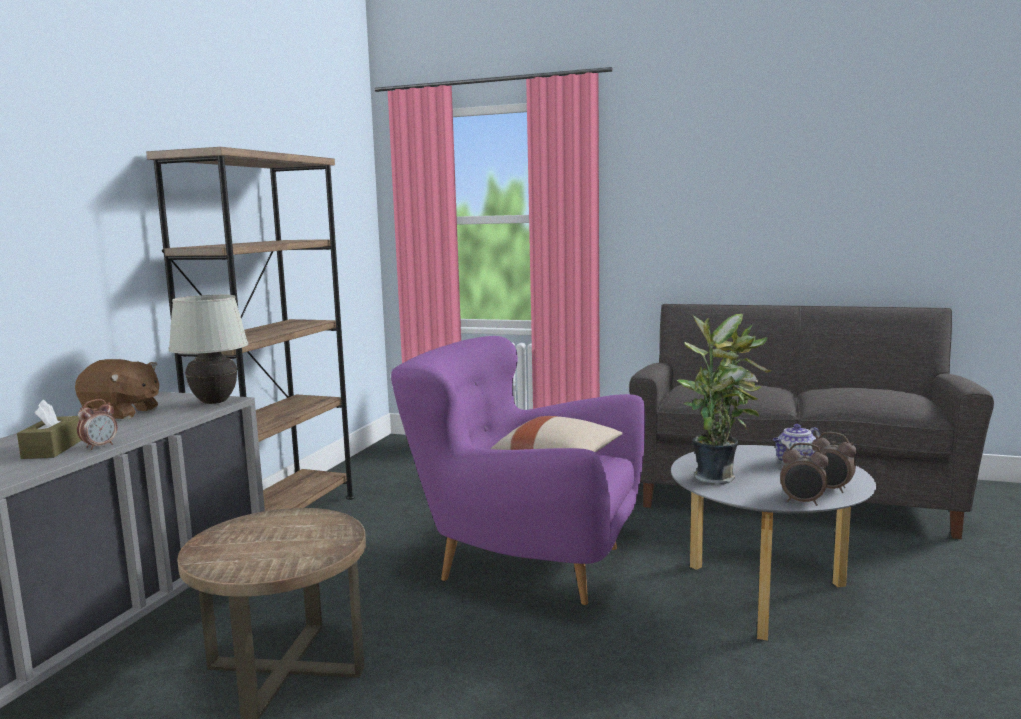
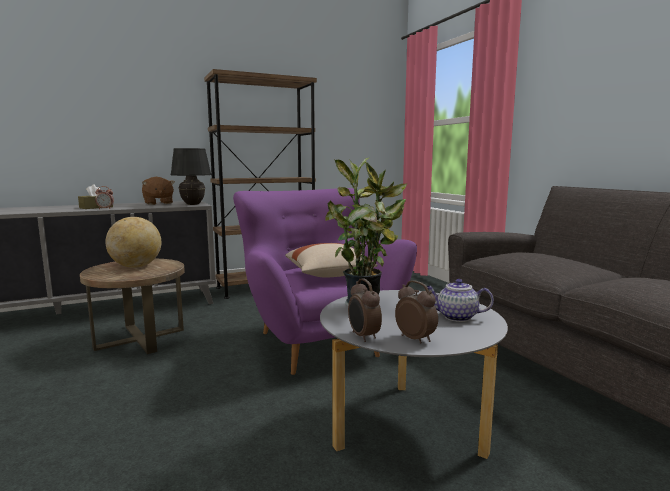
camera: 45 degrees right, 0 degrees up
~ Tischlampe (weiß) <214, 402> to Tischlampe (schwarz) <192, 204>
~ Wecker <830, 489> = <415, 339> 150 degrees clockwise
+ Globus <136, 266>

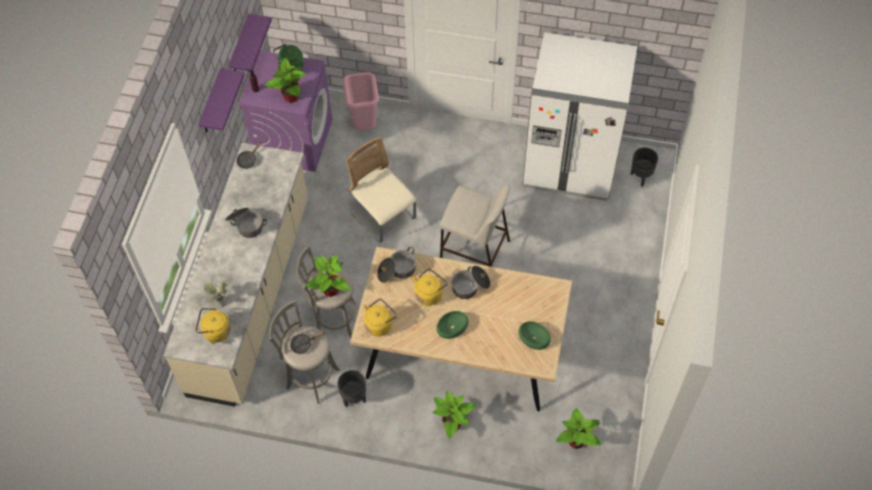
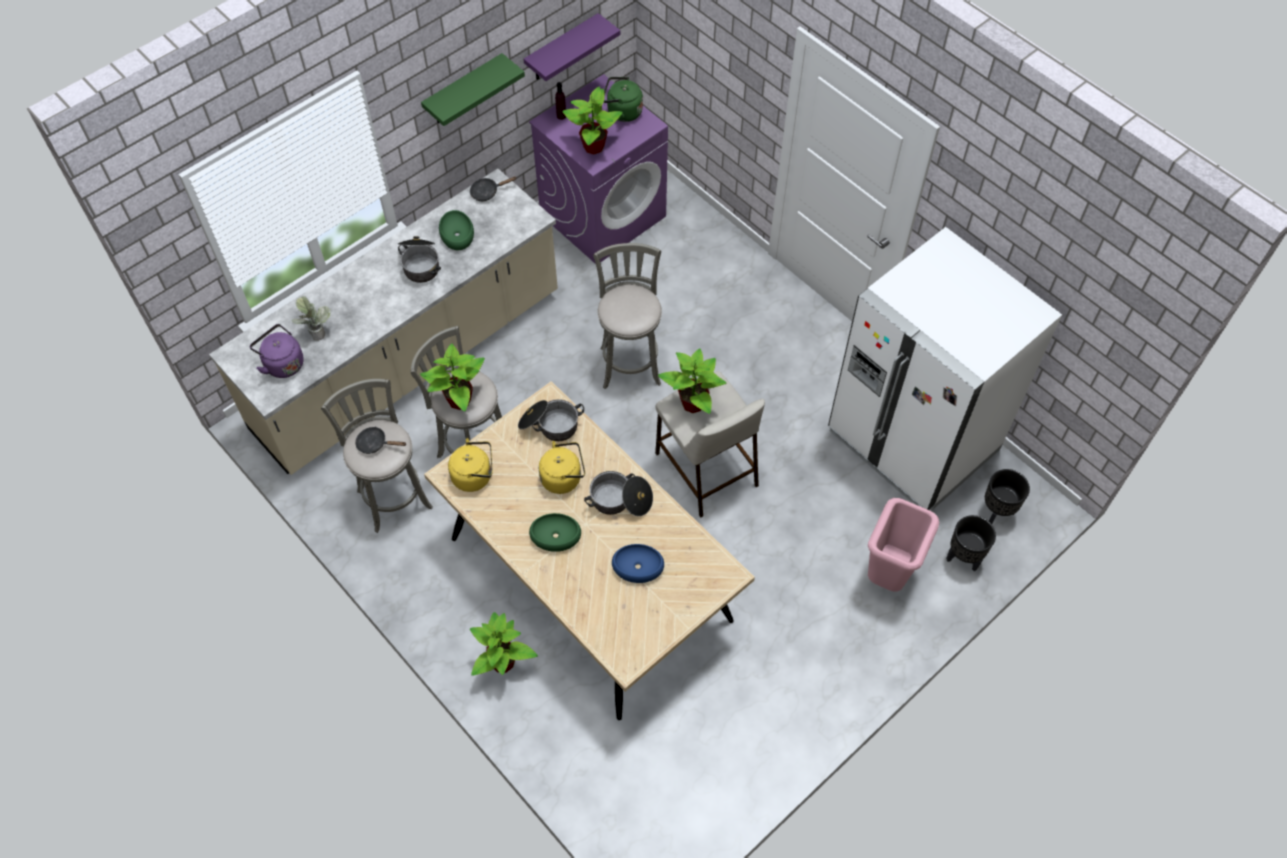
camera: 35 degrees right, 0 degrees up
~ Wandregal (lila) <211, 103> to Wandregal (grün) <464, 91>
~ Mülleimer (rosa) <364, 125> to <887, 576>
~ Stuhl (beige) <383, 216> to Hocker (grau) <630, 363>
~ Wasserkessel (gelb) <215, 332> to Wasserkessel (lila) <282, 363>
~ Schüssel (grün) <533, 338> to <456, 234>
~ Pflanzkübel (schwarz) <354, 399> to <963, 558>
~ Topfpflanze <576, 441> to <693, 404>
+ Schüssel (blau) <638, 566>

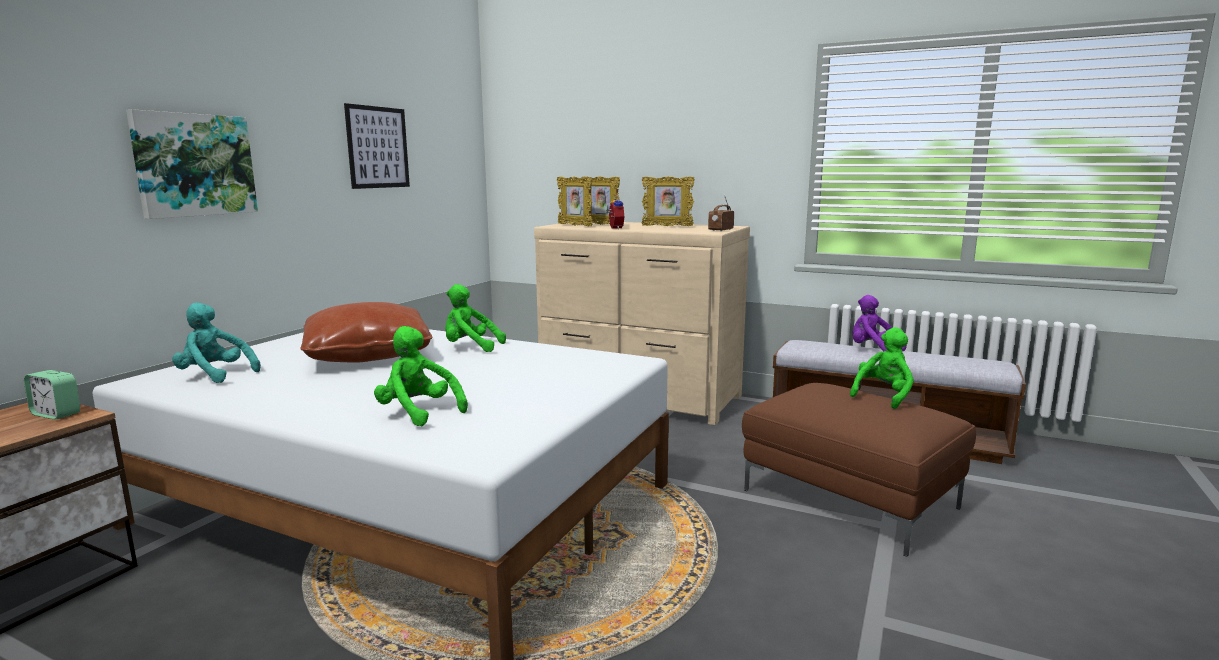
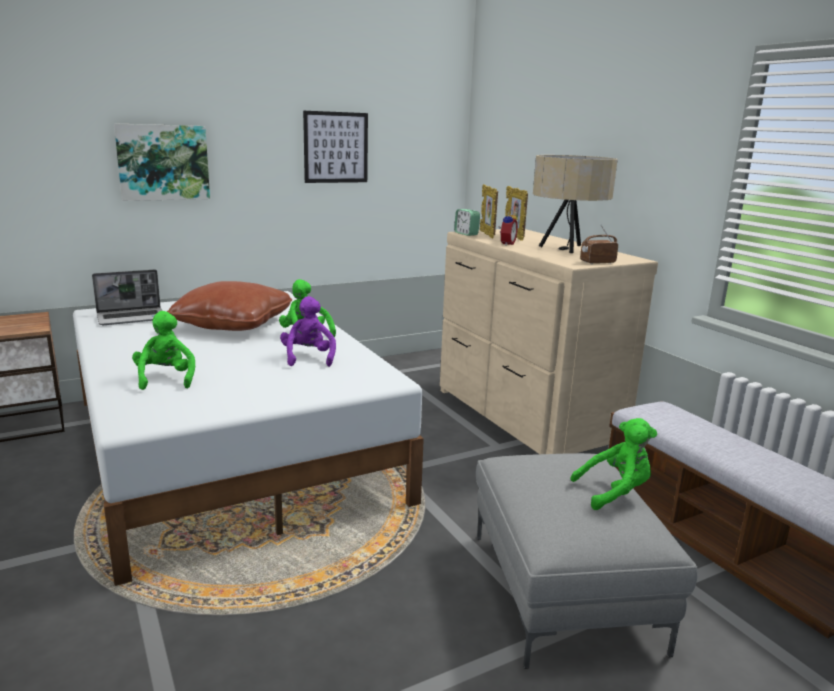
camera: 35 degrees right, 5 degrees up
~ Bilderrahmen <667, 226> to Tischlampe (beige) <566, 248>
~ Plüschtier (lila) <872, 350> to <308, 358>
~ Plüschtier (türkis) <215, 375> to Laptop <132, 317>
~ Wecker <56, 414> to <466, 234>
~ Polsterhocker (braun) <851, 499> to Polsterhocker (grau) <565, 591>

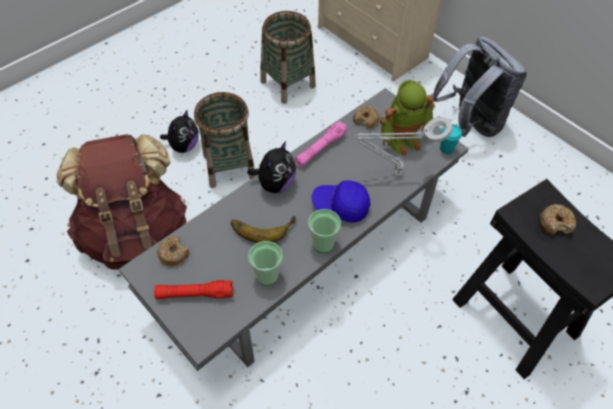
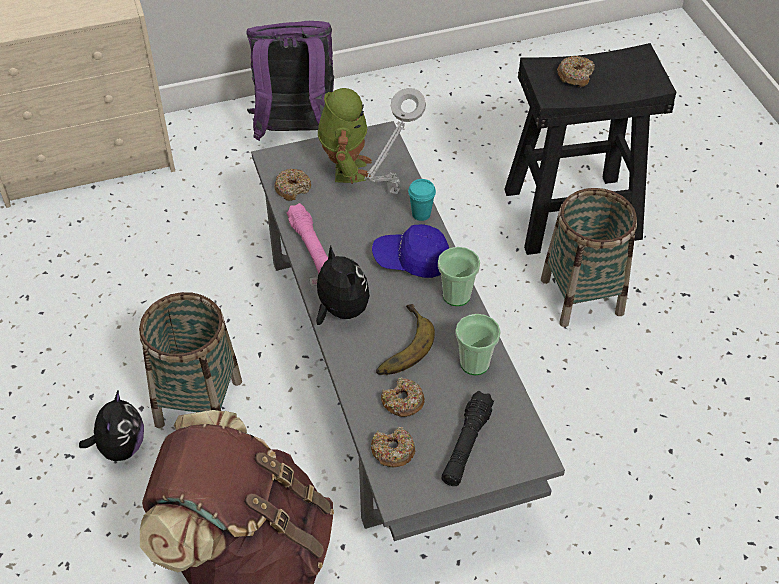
camera: 65 degrees left, 5 degrees down
~ Korb <288, 84> to <582, 296>
~ Rucksack (grau) <469, 123> to Rucksack (lila) <296, 133>
~ Plüschtier <184, 146> = <120, 447> 45 degrees clockwise
~ Tasse (türkis) <446, 149> to <421, 214>
~ Kappe (blau) <340, 206> = <411, 260> 60 degrees clockwise
~ Taschenlampe (rot) <195, 294> to Taschenlampe (schwarz) <466, 445>
+ Donut <402, 402>

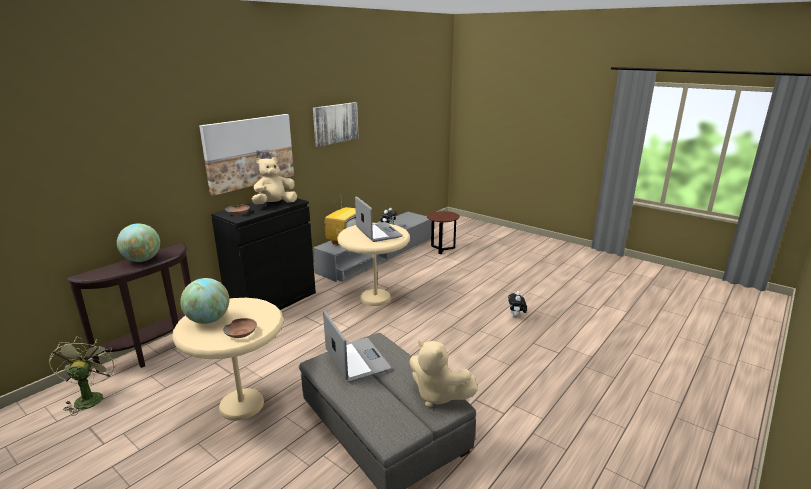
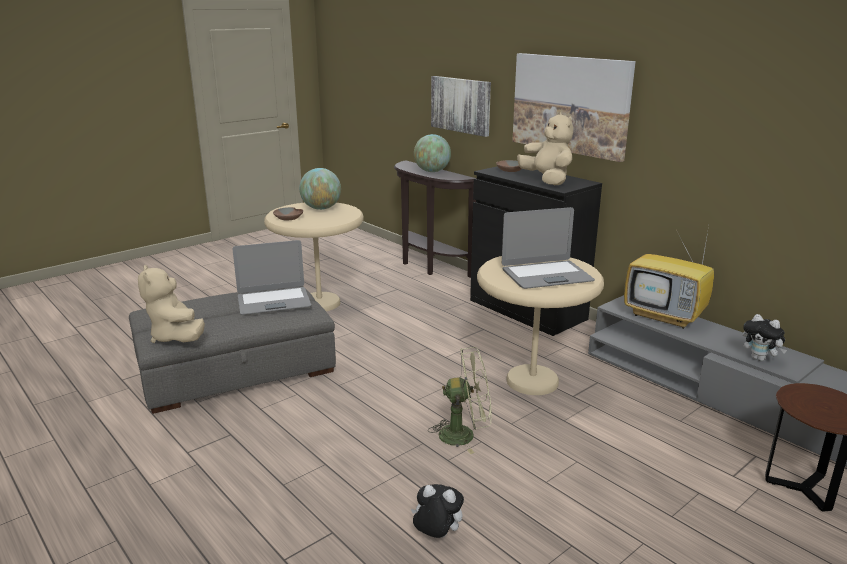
camera: 100 degrees right, 0 degrees up
~ Bild <335, 123> to <461, 105>
~ Ventilator (grün) <89, 397> to <464, 434>
~ Plüschtier (beige) <438, 395> = <176, 337> 75 degrees counterclockwise

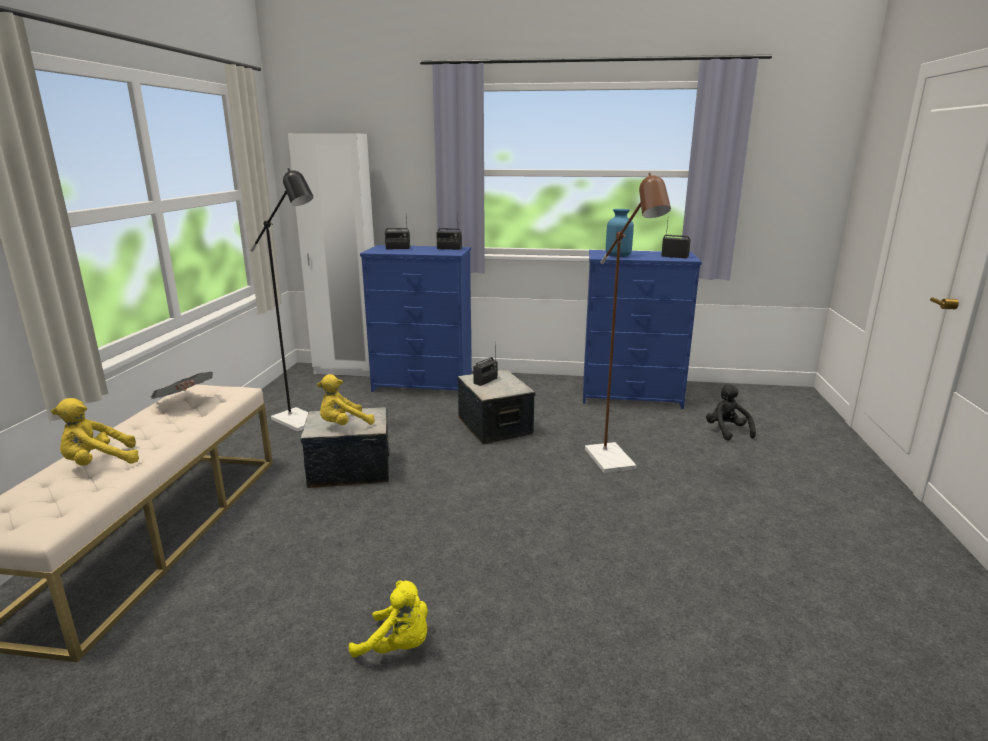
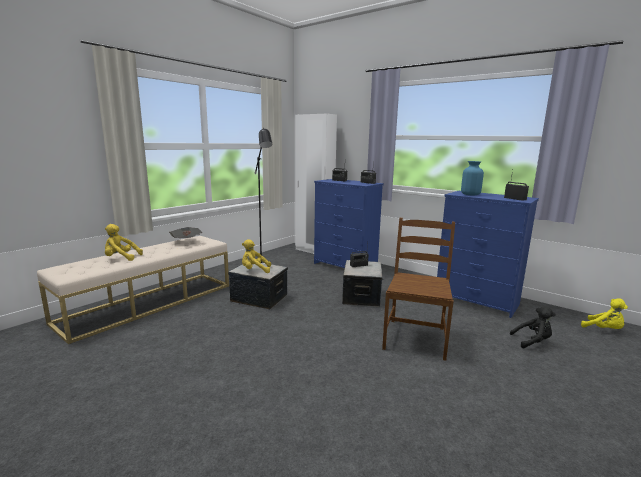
camera: 30 degrees right, 5 degrees down
~ Stehlampe (braun) <614, 464> to Stuhl (braun) <415, 338>
~ Plüschtier (schwarz) <727, 431> = <532, 341> 75 degrees clockwise
~ Plüschtier (gelb) <398, 647> to <604, 329>

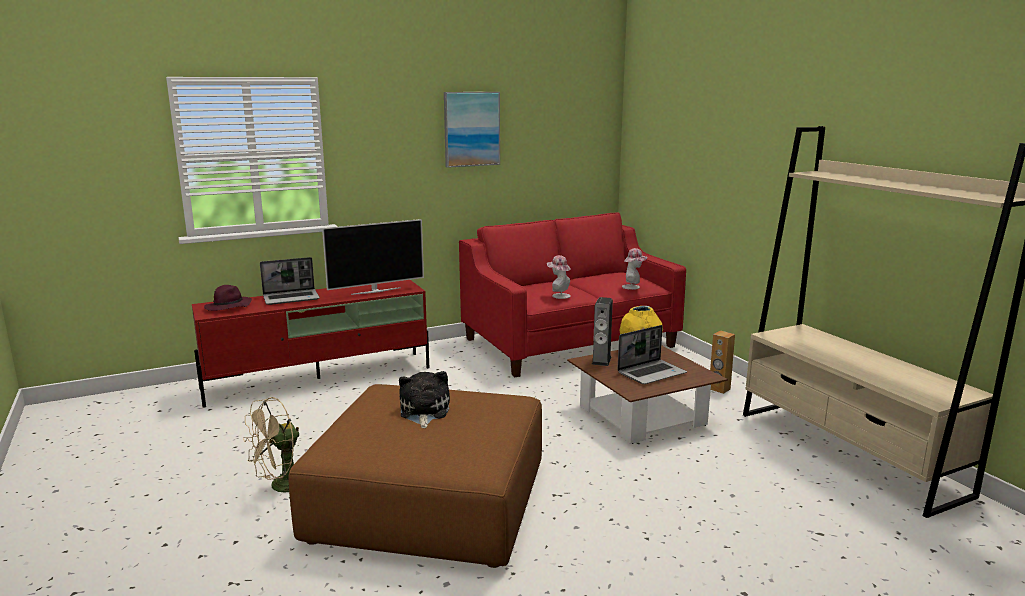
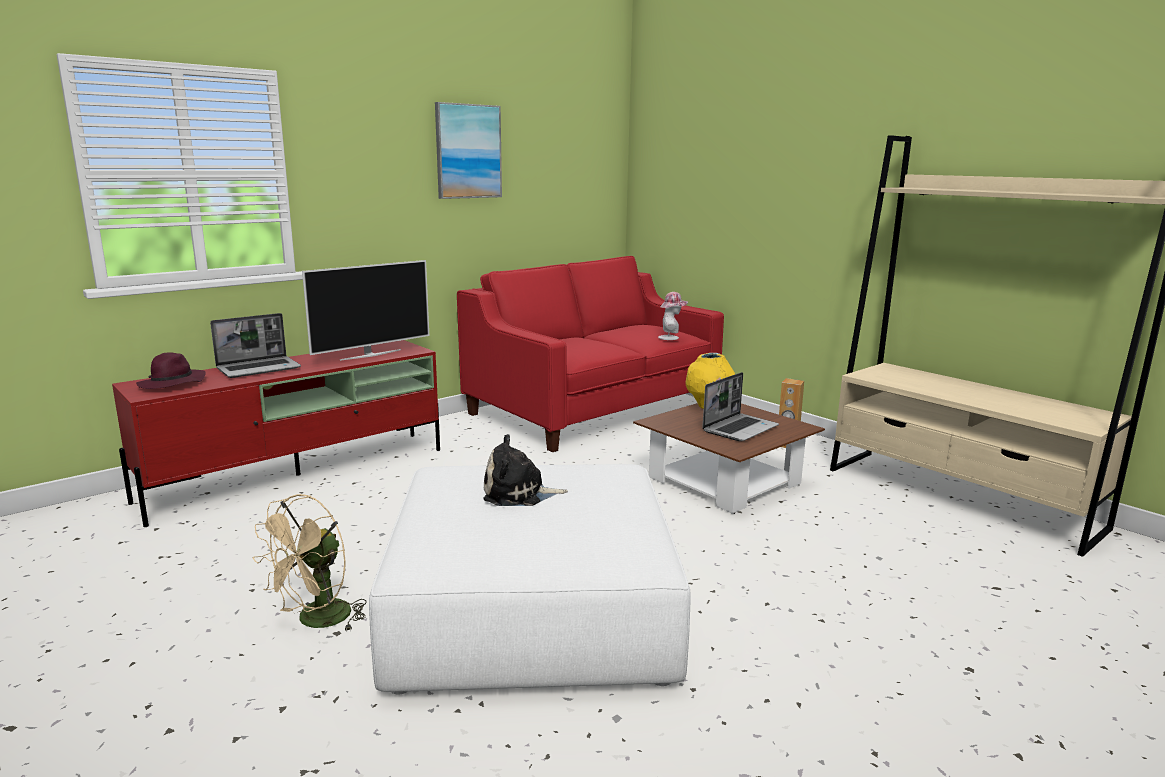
camera: 15 degrees left, 0 degrees up
- Hut <558, 295>
- Lautsprecher <601, 360>
~ Plüschtier <423, 412> = <519, 493> 75 degrees counterclockwise
~ Polsterhocker (braun) <428, 501> to Polsterhocker (weiß) <531, 612>

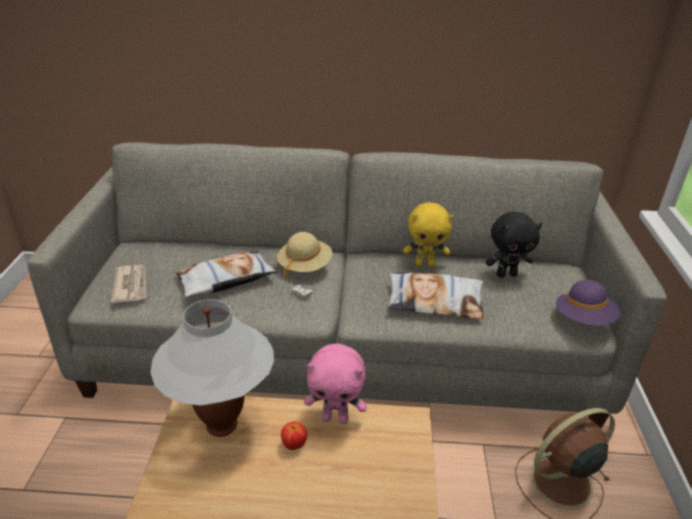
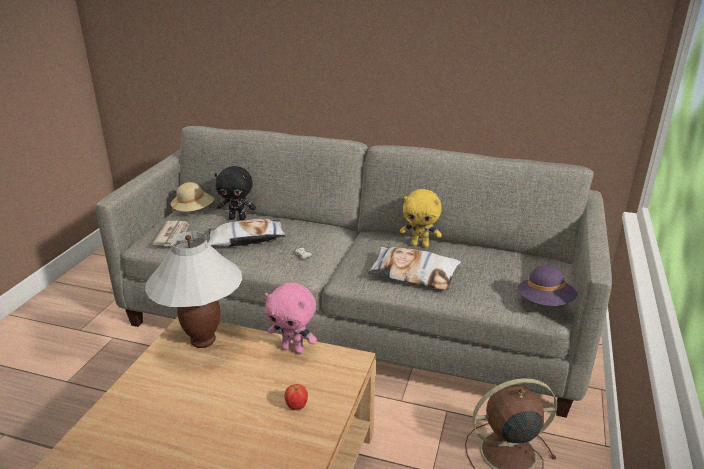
camera: 15 degrees right, 5 degrees down
~ Plüschtier (schwarz) <506, 274> to <238, 218>
~ Hut (beige) <304, 266> to <194, 210>
~ Apfel <294, 445> to <296, 406>

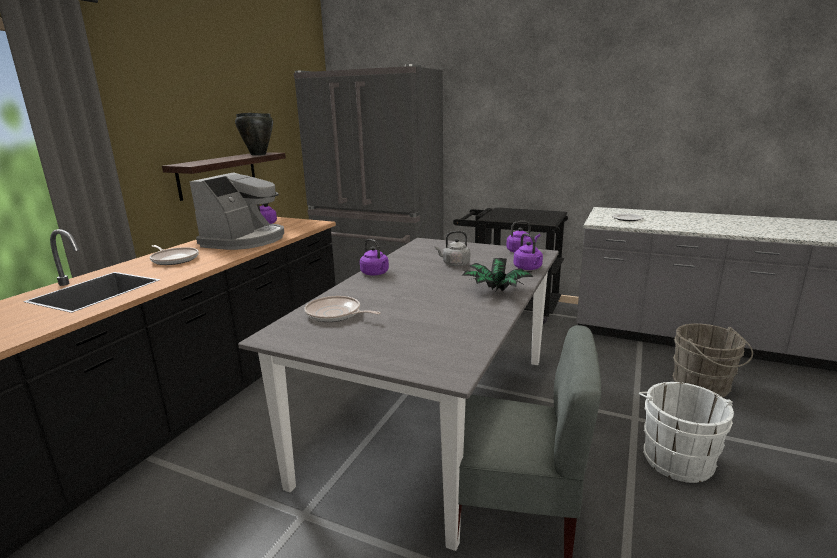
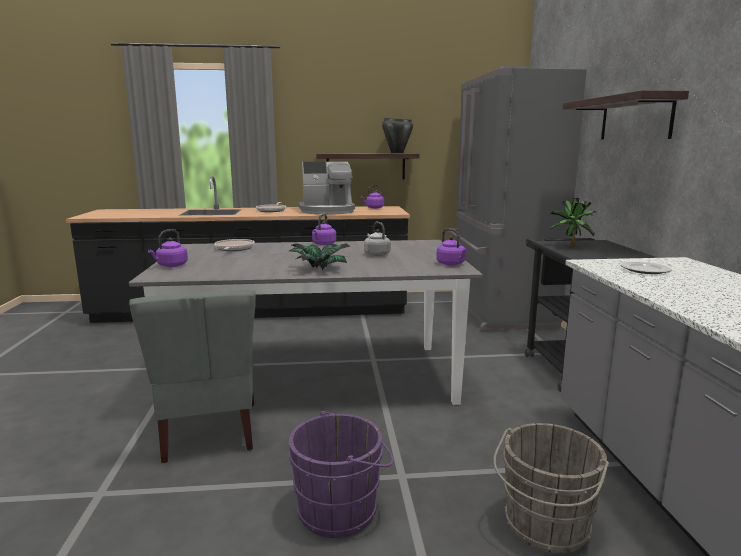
camera: 60 degrees right, 5 degrees down
~ Wasserkessel (lila) <528, 268> to <171, 266>
~ Eimer (weiß) <676, 457> to Eimer (lila) <342, 509>
+ Wandregal <635, 118>
+ Topfpflanze <570, 246>

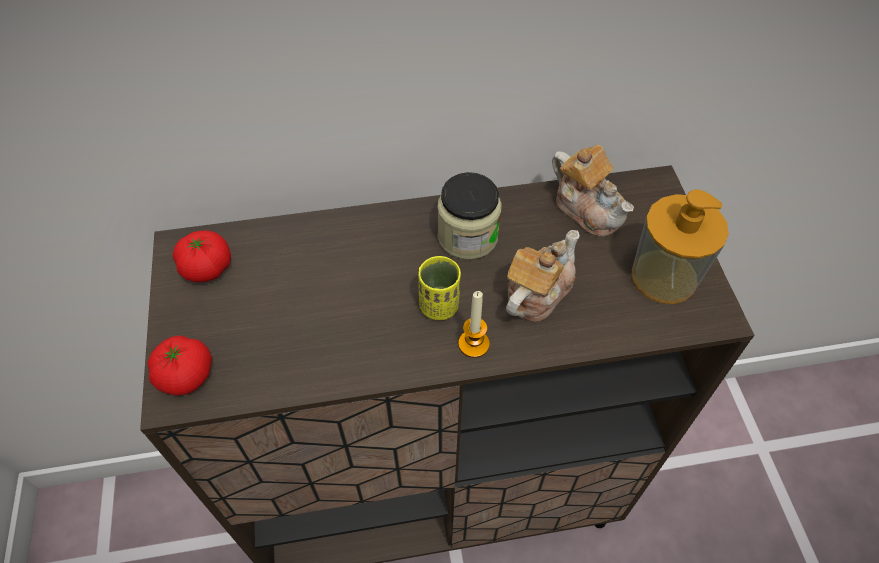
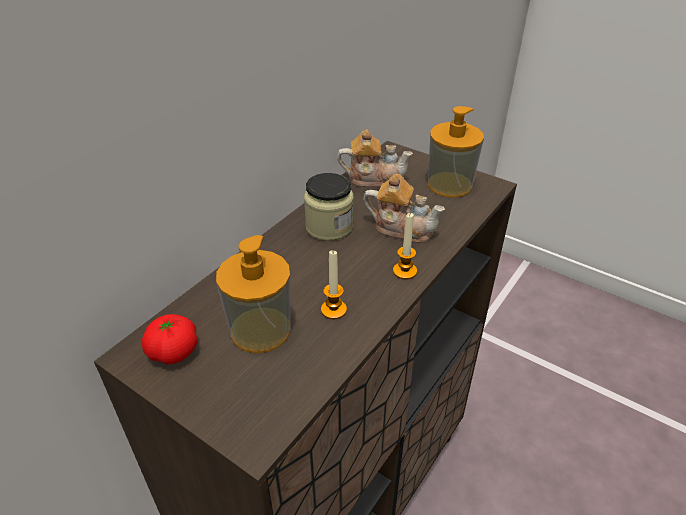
camera: 45 degrees left, 15 degrees down
~ Teekanne <536, 292> = <402, 228> 120 degrees clockwise
- Tasse (gelb) <439, 306>
- Tomate <186, 375>
+ Seifenspender <260, 330>
+ Kerze <333, 310>

